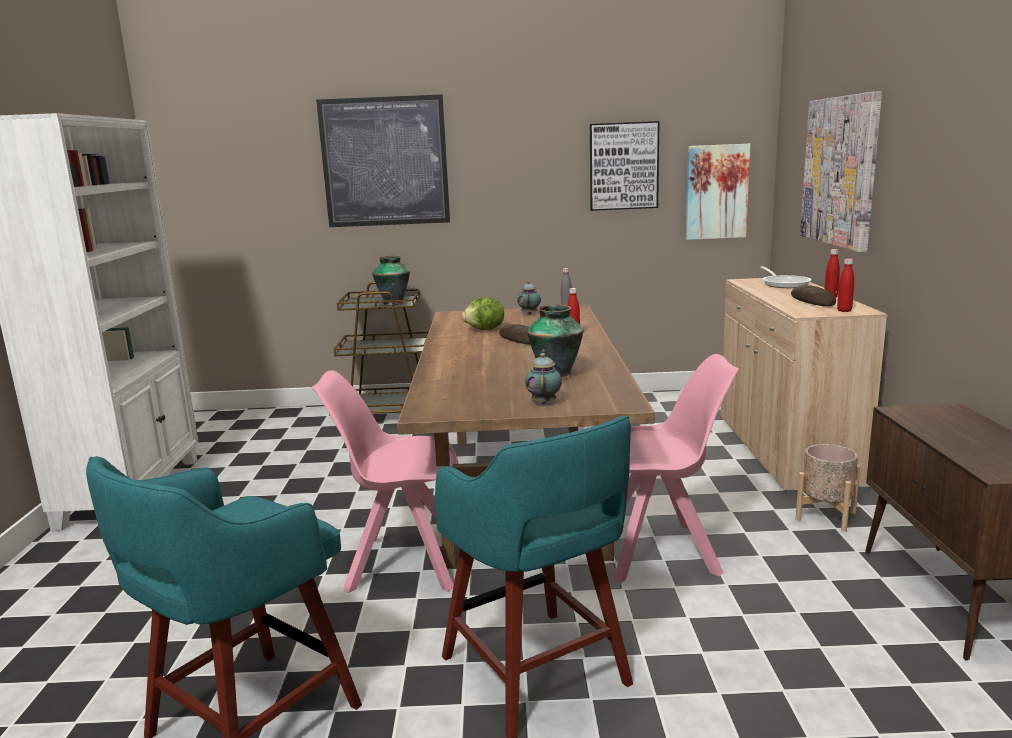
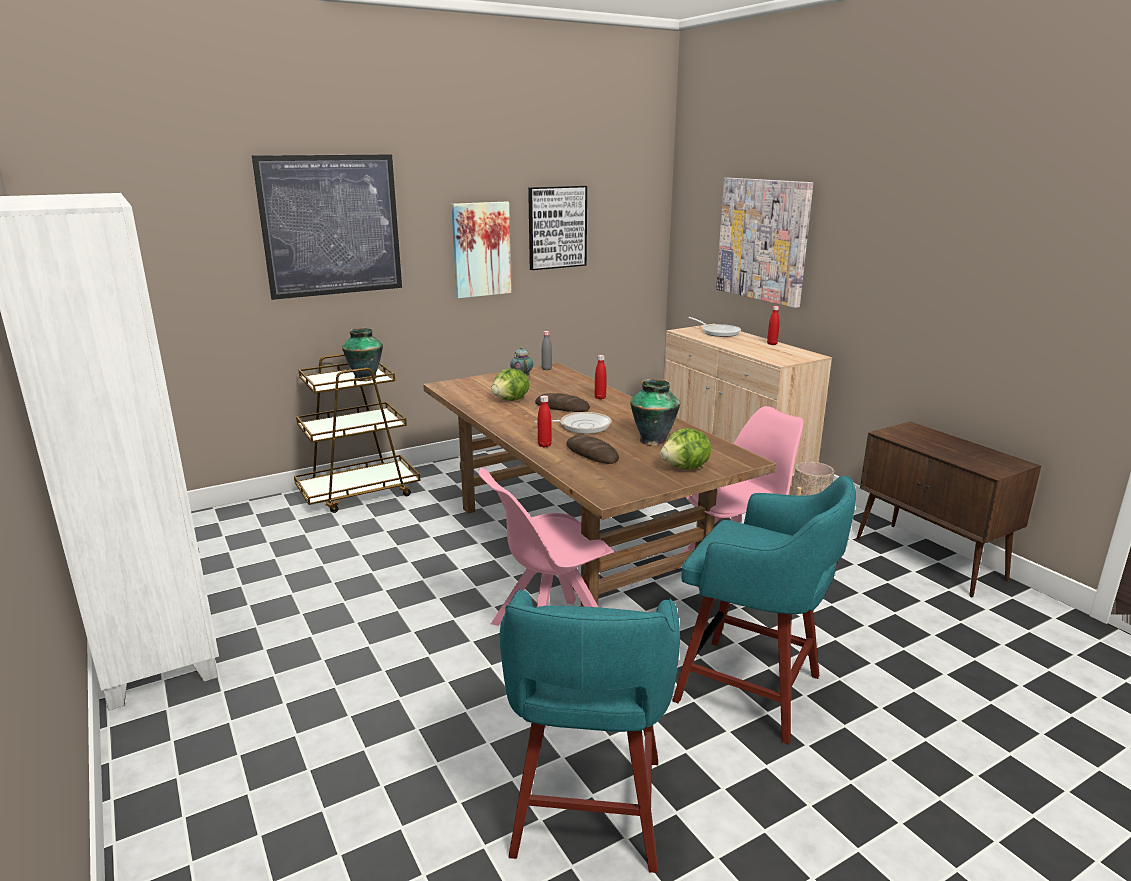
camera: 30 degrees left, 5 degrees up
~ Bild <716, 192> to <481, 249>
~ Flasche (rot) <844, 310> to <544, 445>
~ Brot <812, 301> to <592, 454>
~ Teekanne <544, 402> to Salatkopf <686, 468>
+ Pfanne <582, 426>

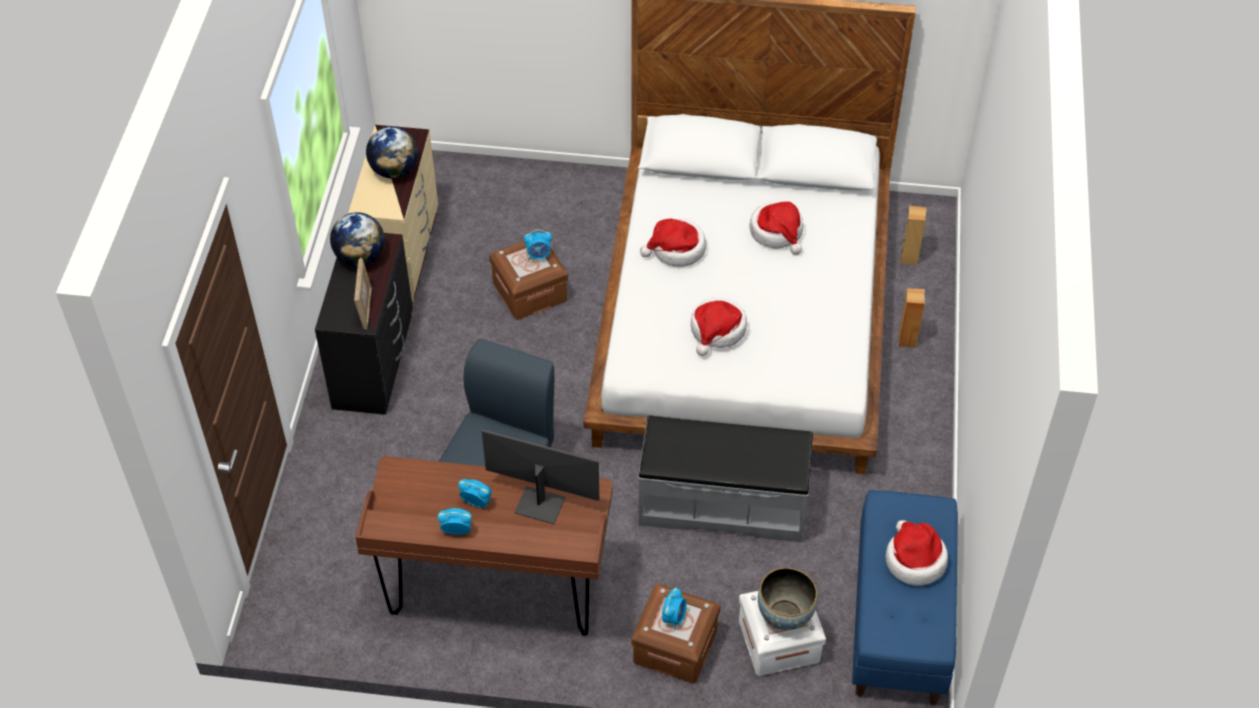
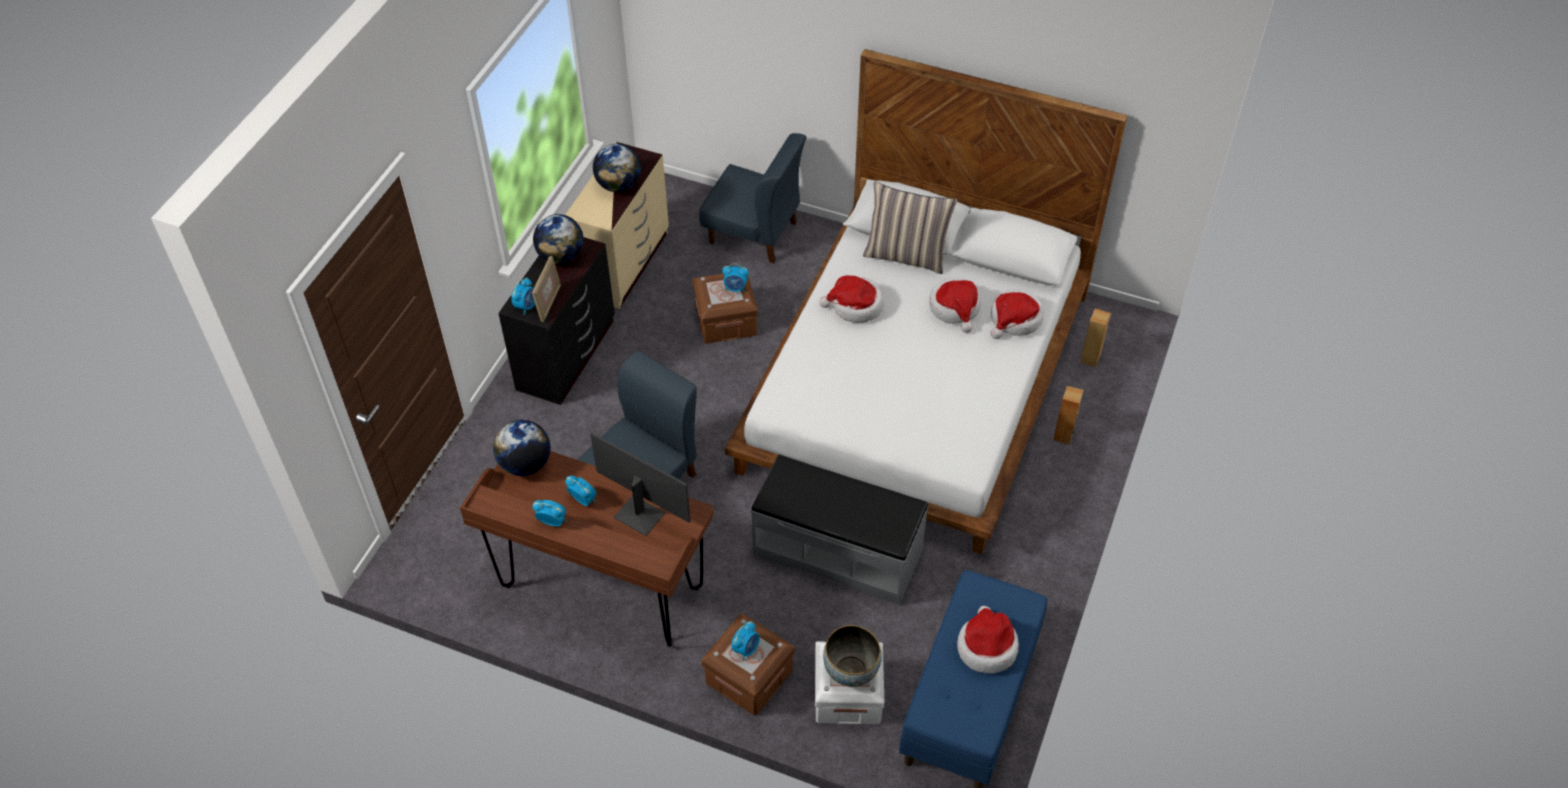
camera: 15 degrees right, 0 degrees up
~ Hut <717, 330> to <1015, 320>
+ Stuhl (blau) <754, 233>
+ Kissen <906, 255>
+ Wecker <526, 306>
+ Globus <525, 464>

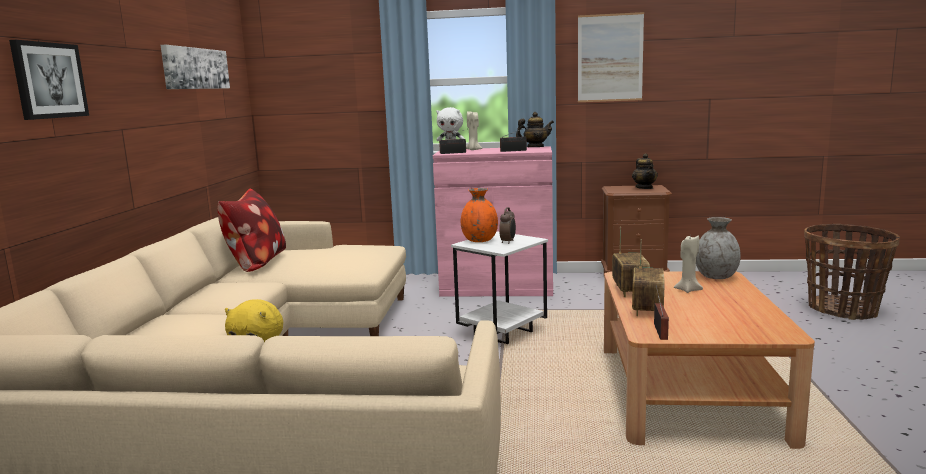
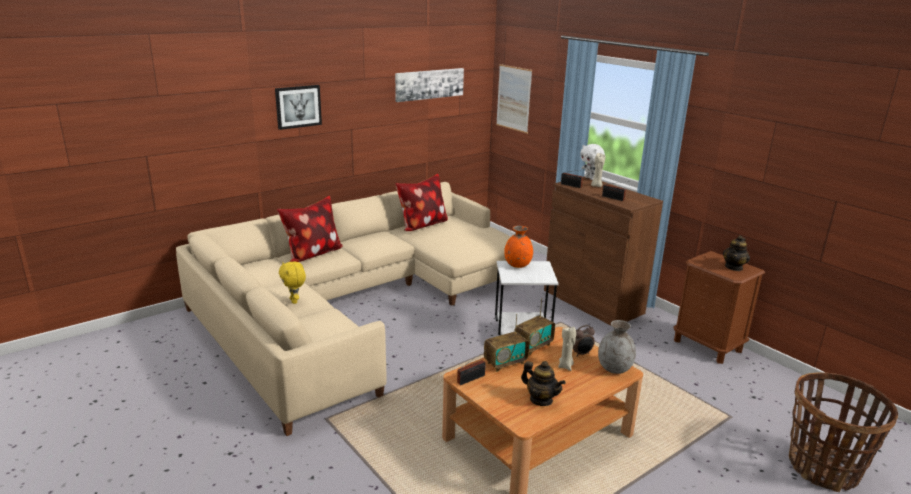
camera: 45 degrees right, 10 degrees up
~ Bild <610, 58> to <513, 98>
~ Teekanne <535, 147> to <541, 400>
~ Schrank (rosa) <497, 287> to Schrank (braun) <593, 301>
~ Wecker <508, 242> to <581, 354>
+ Kissen <312, 254>

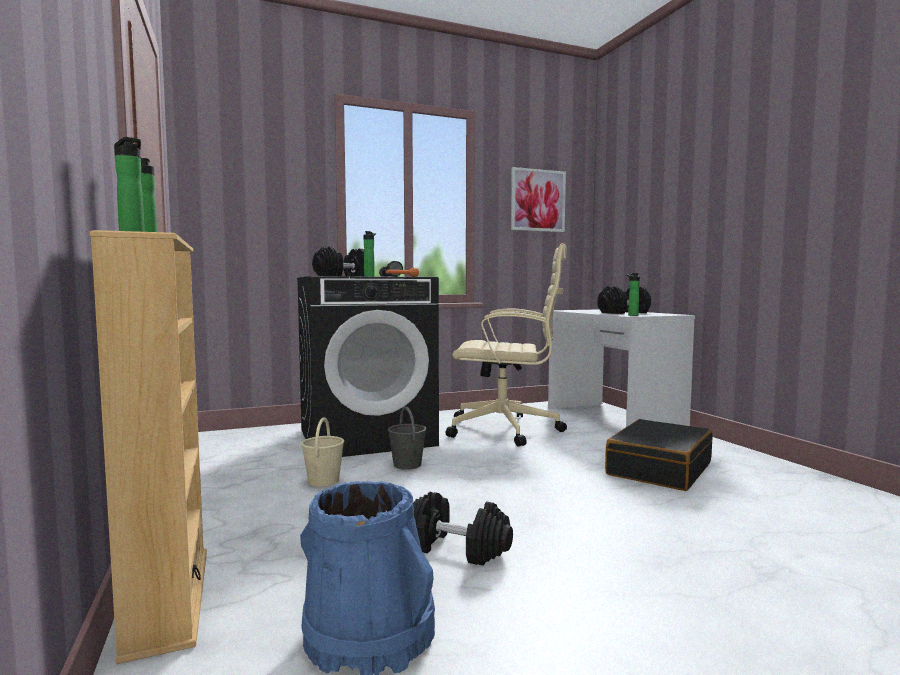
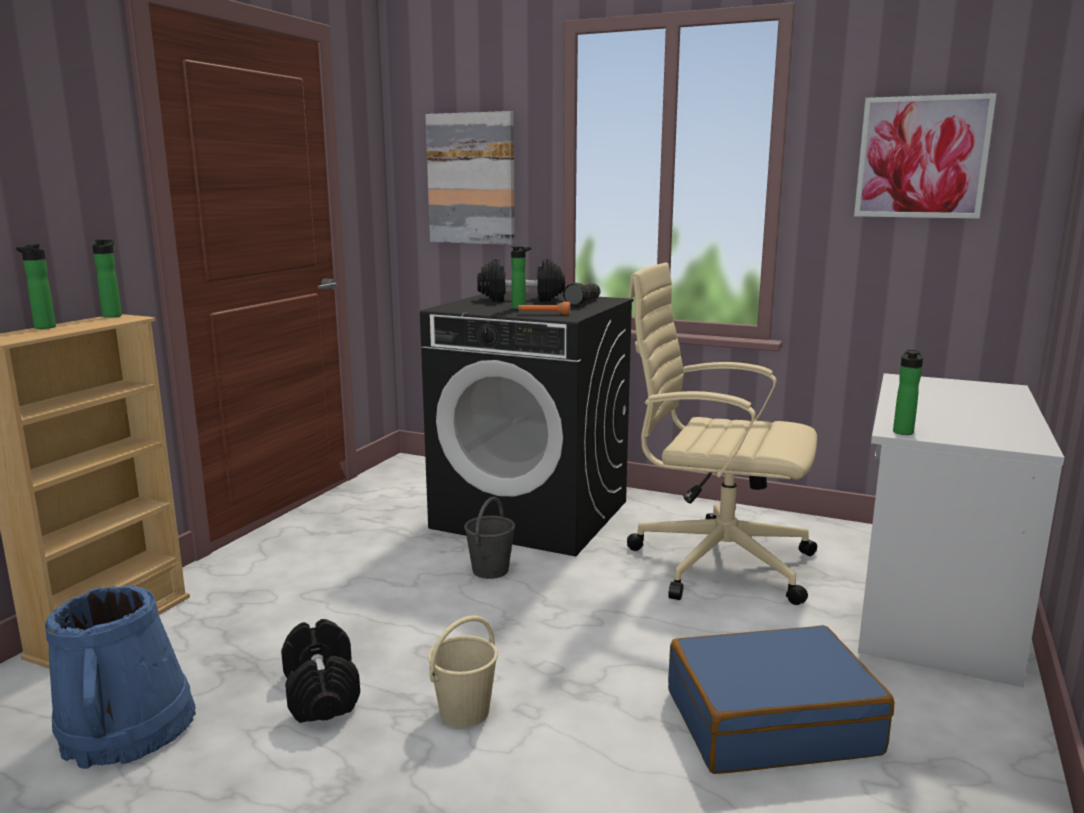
camera: 45 degrees right, 10 degrees up
~ Bürostuhl (beige) <507, 429> = <716, 562> 150 degrees clockwise
- Hantel (schwarz) <624, 313>
~ Eimer (beige) <323, 481> to <463, 713>
~ Koffer (schwarz) <658, 469> to Koffer (blau) <770, 721>
+ Bild <471, 179>

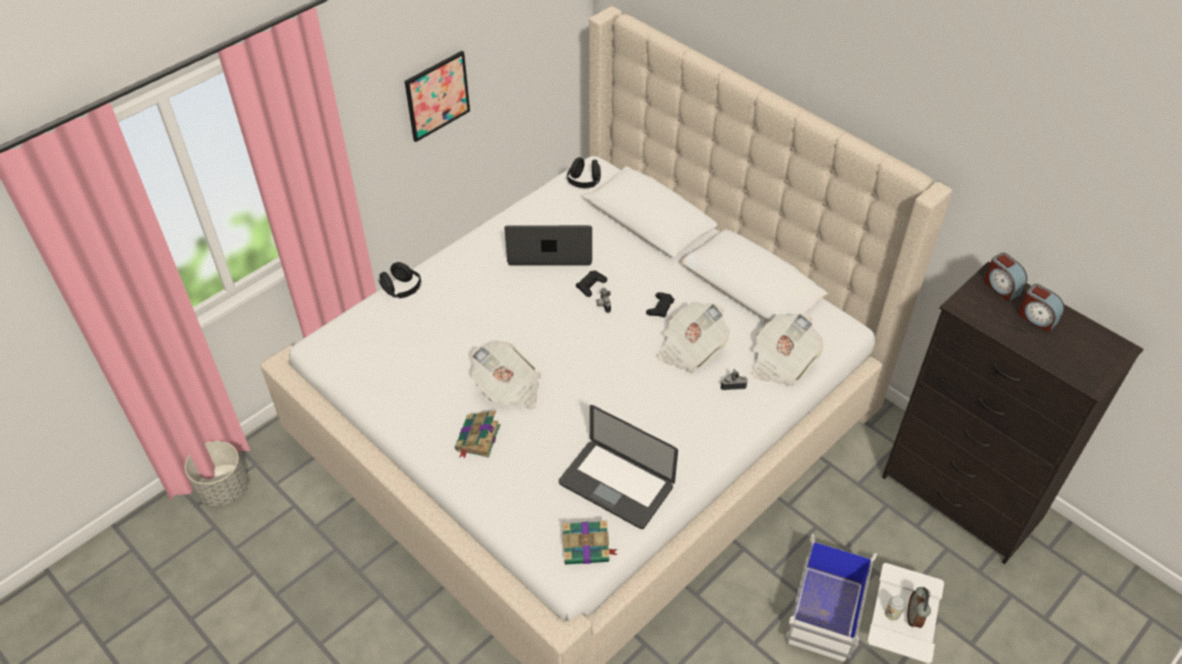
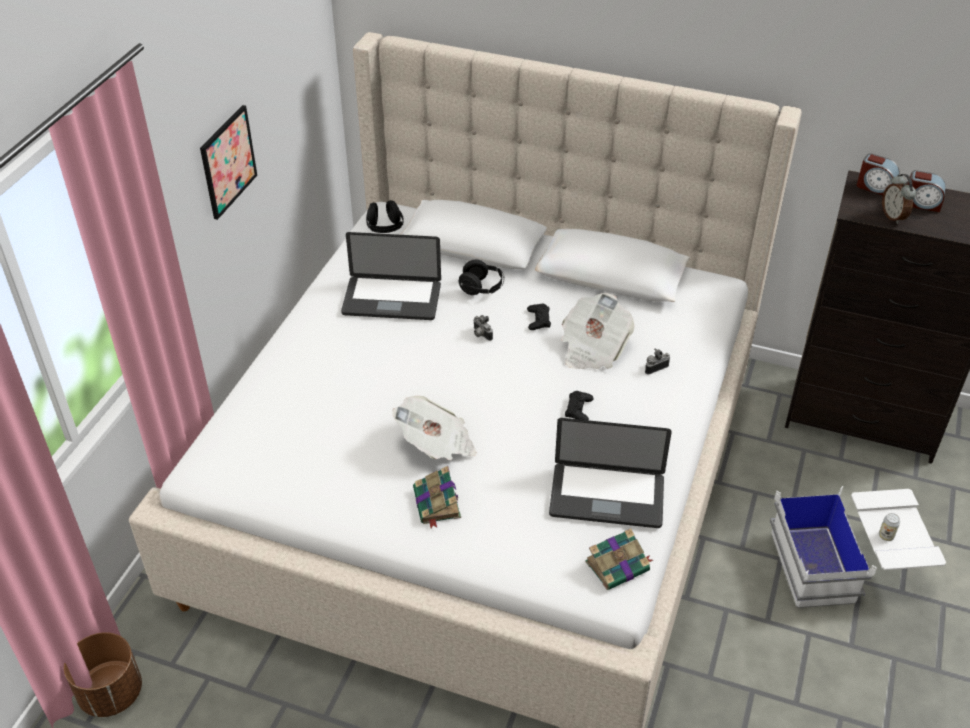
camera: 25 degrees left, 5 degrees down
~ Laptop <550, 249> = <392, 300> 150 degrees counterclockwise
~ Kopfhörer (schwarz) <402, 290> to <482, 288>
~ Gamepad (schwarz) <591, 285> to <578, 409>
- Zeitung <781, 362>
~ Pflanzkübel (grau) <224, 489> to Pflanzkübel (braun) <112, 693>
~ Wecker <914, 617> to <894, 217>

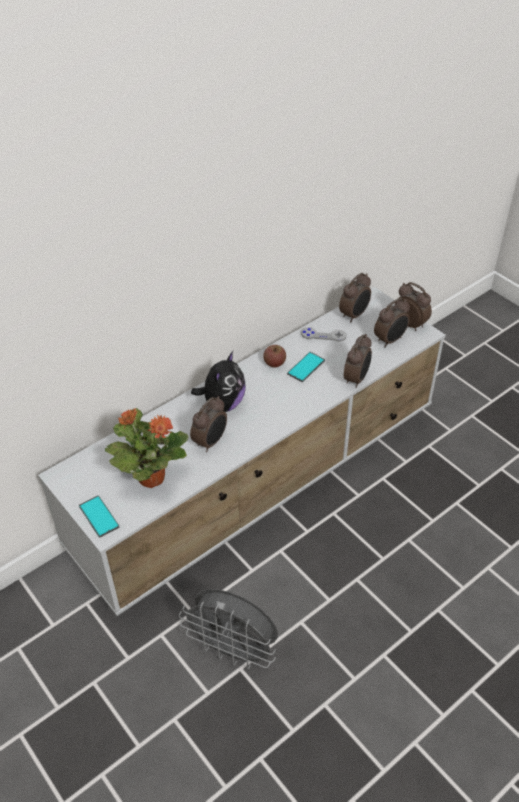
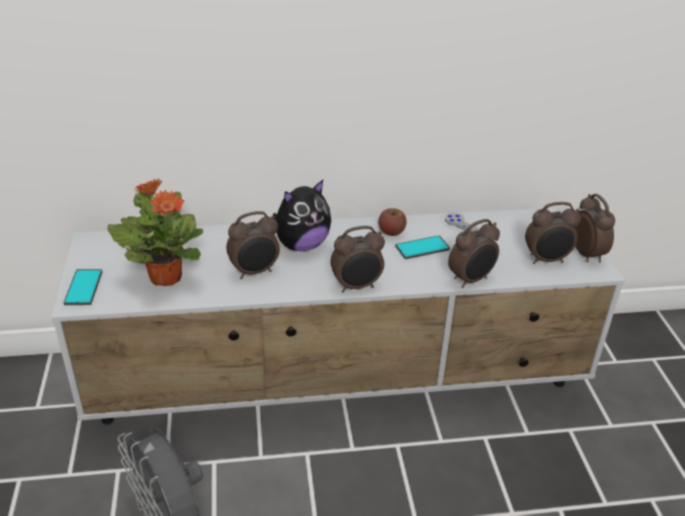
camera: 30 degrees right, 10 degrees down
~ Wecker <354, 315> to <357, 286>

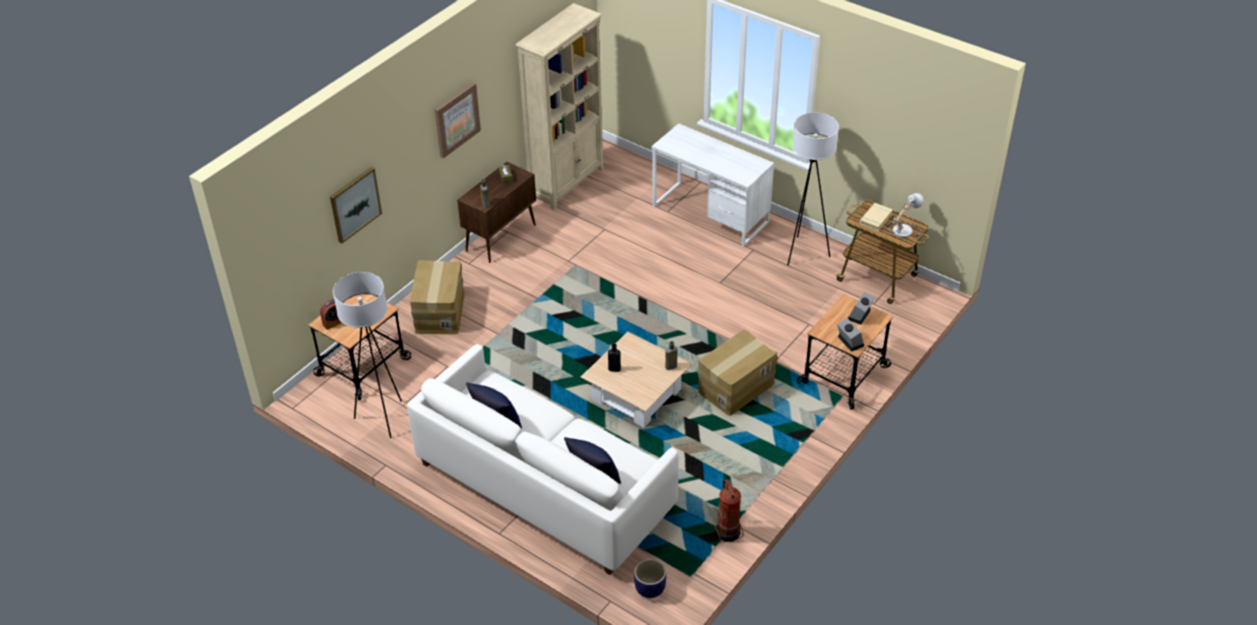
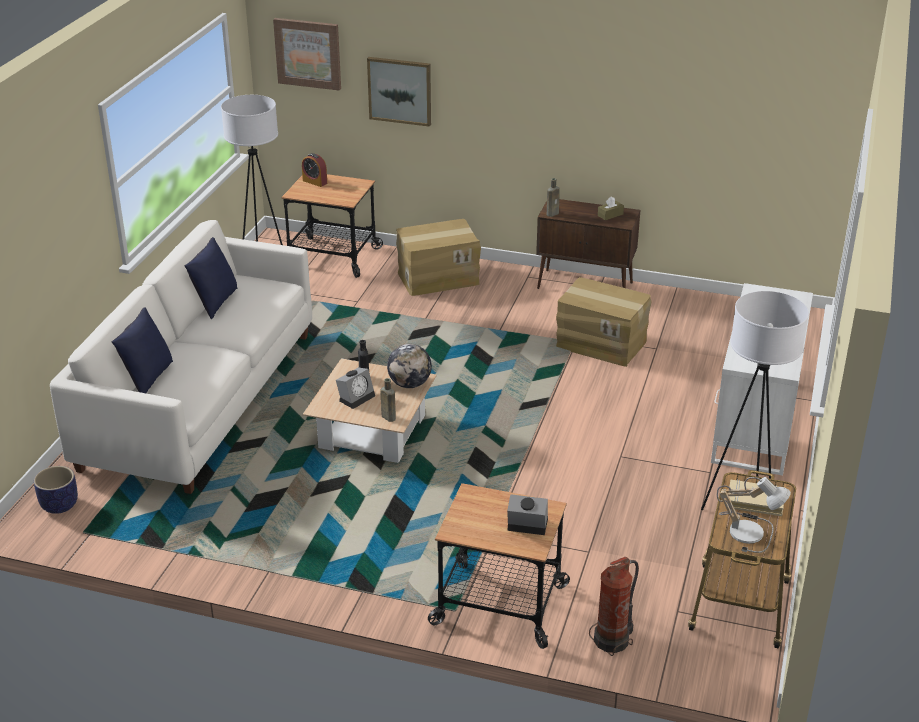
camera: 70 degrees right, 10 degrees down
- Bücherregal (beige) <567, 183>
~ Bild <456, 119> to <308, 53>
~ Wecker <849, 341> to <356, 397>
~ Karton <735, 387> to <601, 343>
~ Feuerlöscher <728, 531> to <613, 640>
+ Globus <409, 384>

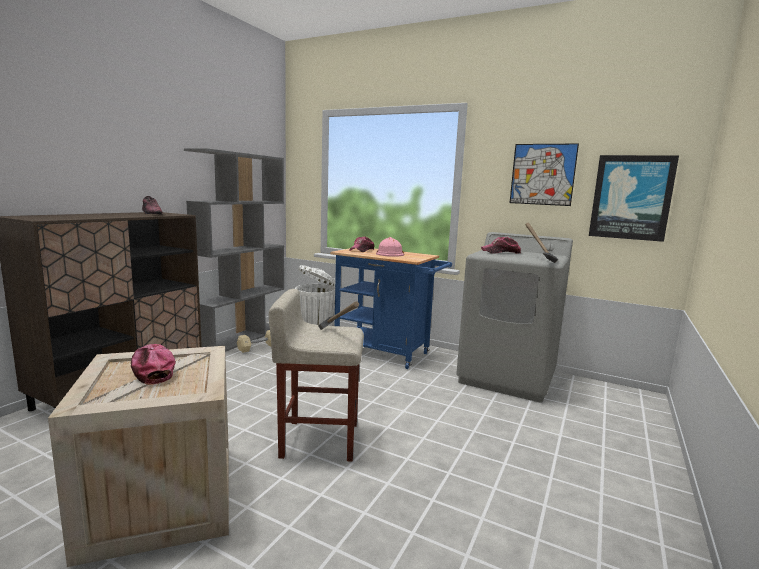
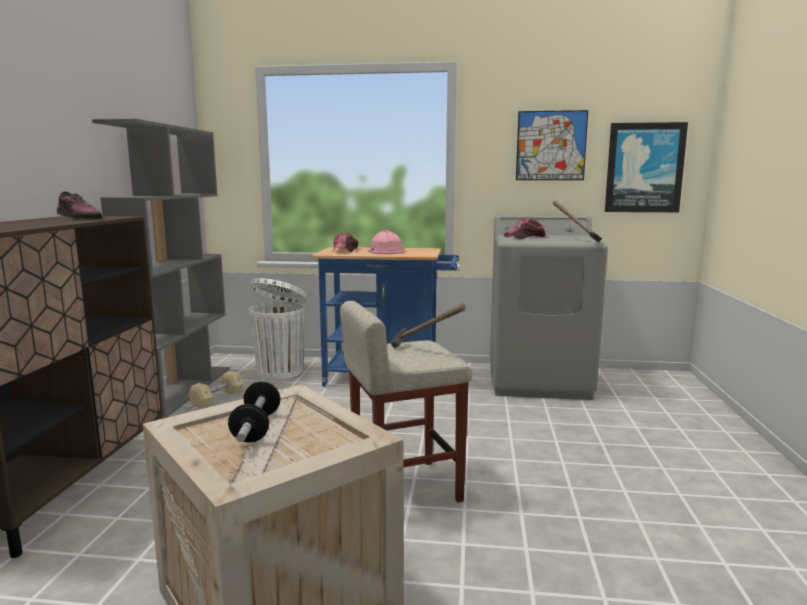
camera: 20 degrees left, 0 degrees up
~ Kappe <151, 371> to Hantel <256, 428>

